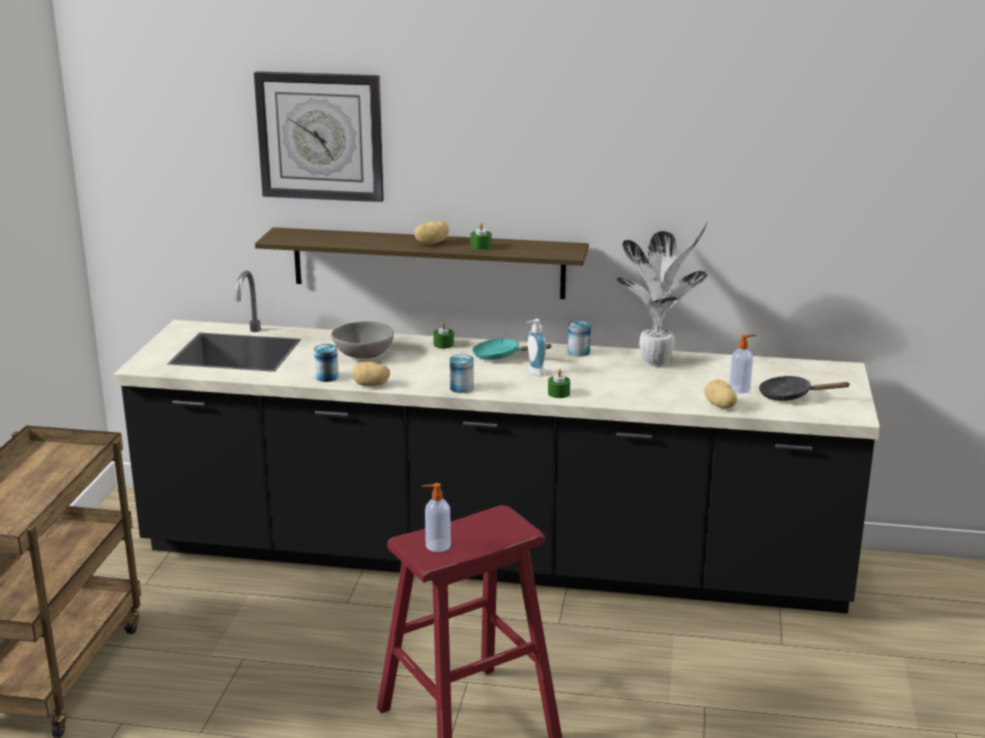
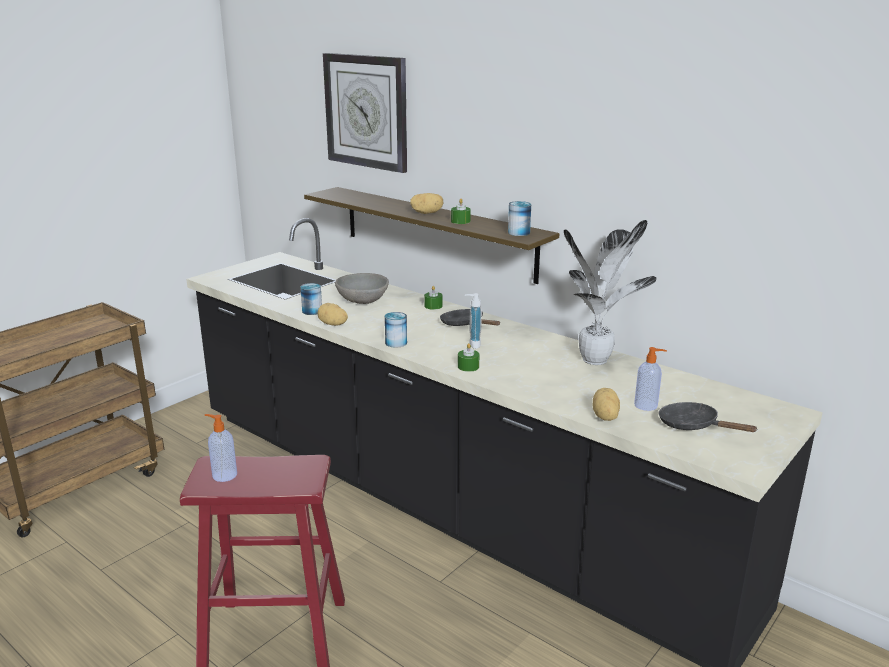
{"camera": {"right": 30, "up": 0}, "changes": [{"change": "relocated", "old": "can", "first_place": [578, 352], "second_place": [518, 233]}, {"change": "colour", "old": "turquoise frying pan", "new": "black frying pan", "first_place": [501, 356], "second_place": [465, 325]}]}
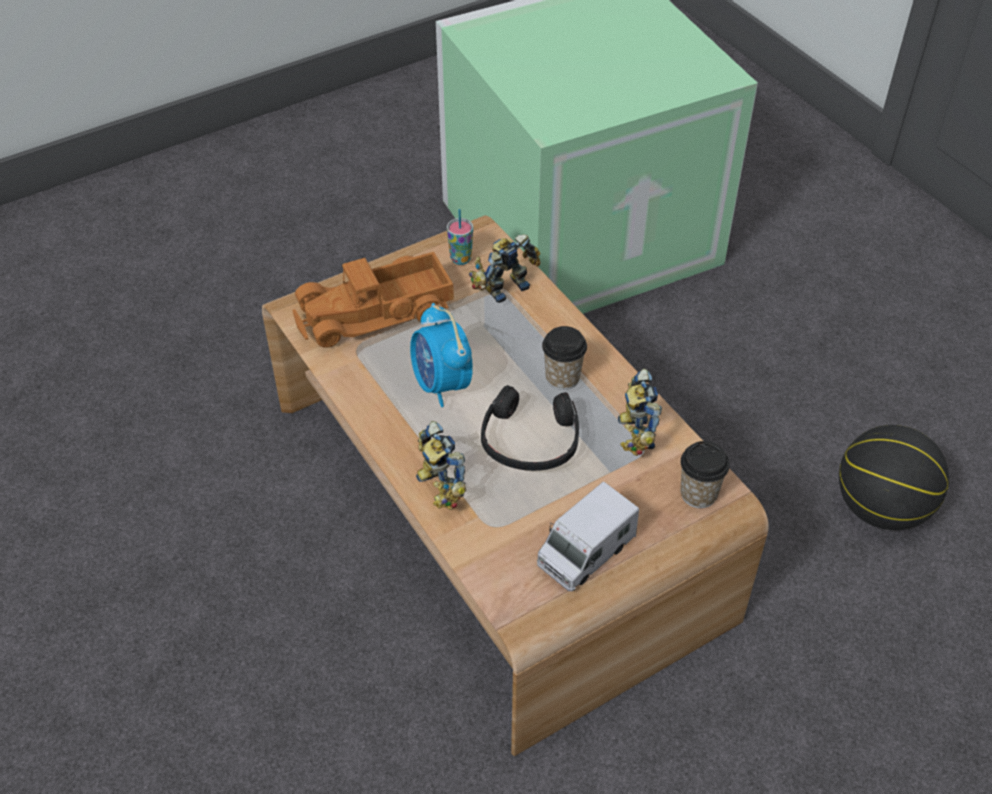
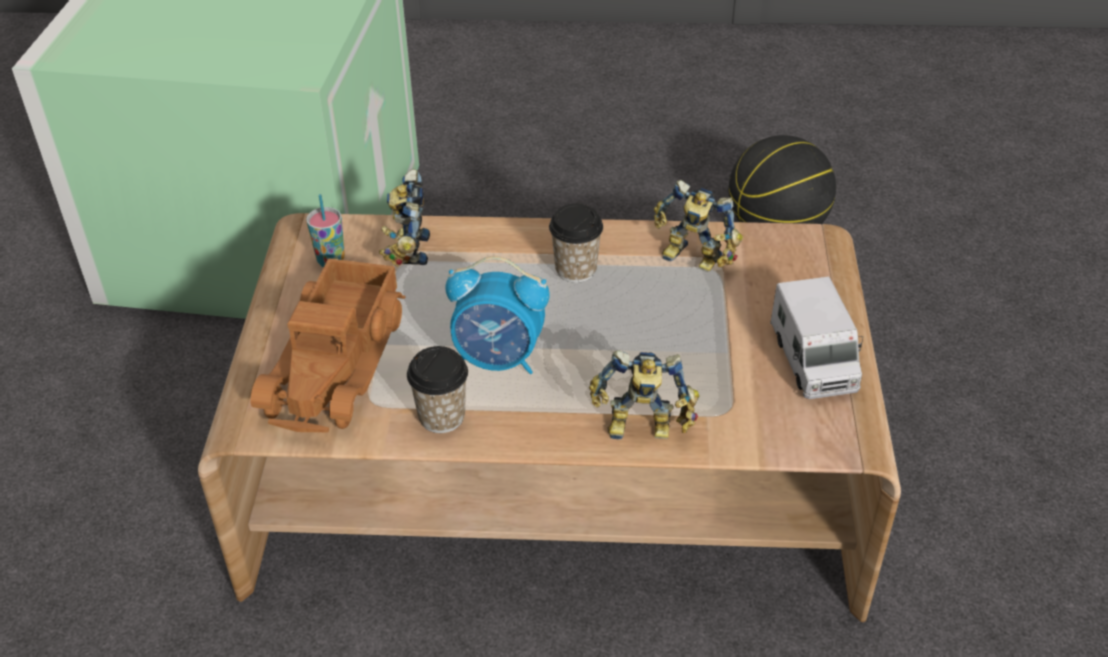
{"camera": {"right": -55, "up": -5}, "changes": [{"change": "missing", "old": "black headphones", "first_place": [530, 440]}, {"change": "relocated", "old": "cup", "first_place": [698, 494], "second_place": [442, 417]}]}
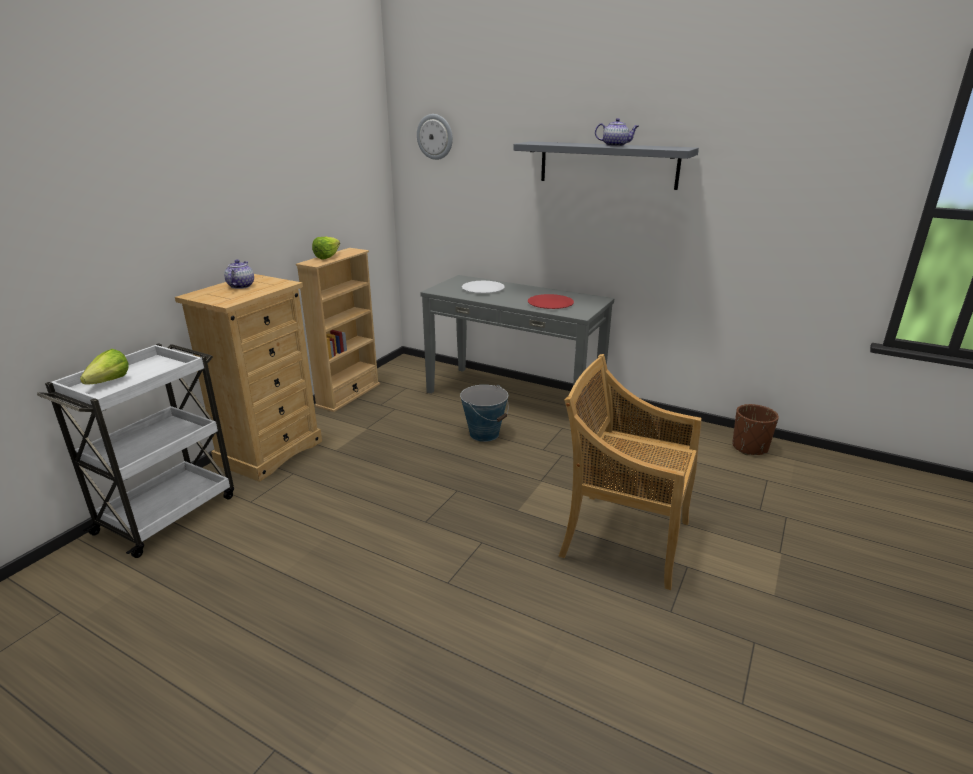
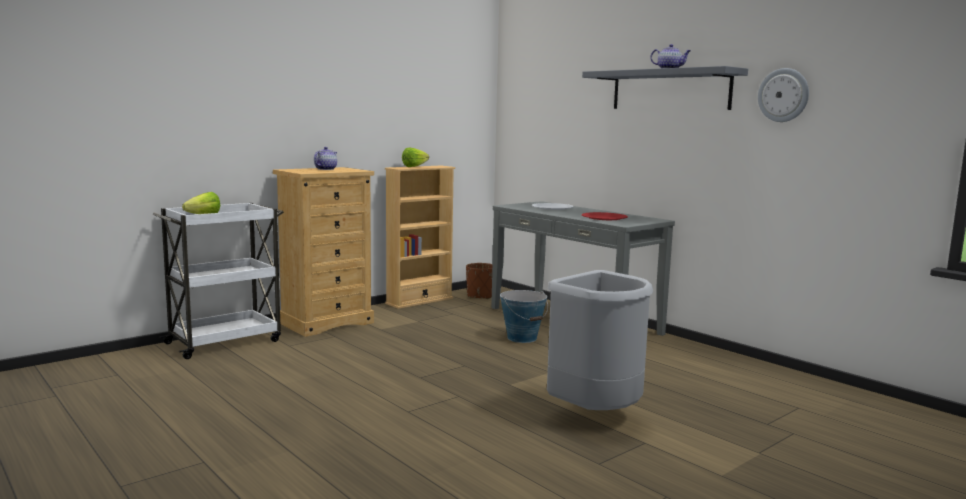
{"camera": {"right": 20, "up": -15}, "changes": [{"change": "relocated", "old": "wall clock", "first_place": [435, 137], "second_place": [783, 95]}, {"change": "exchanged", "old": "beige chair", "new": "grey trash can", "first_place": [623, 537], "second_place": [596, 415]}, {"change": "relocated", "old": "brown planter", "first_place": [749, 447], "second_place": [480, 296]}]}
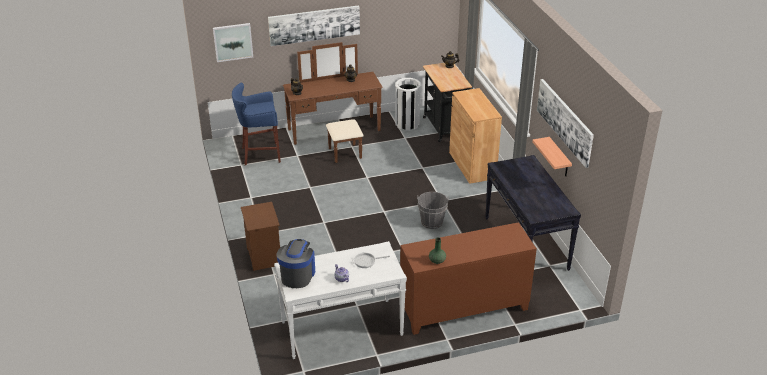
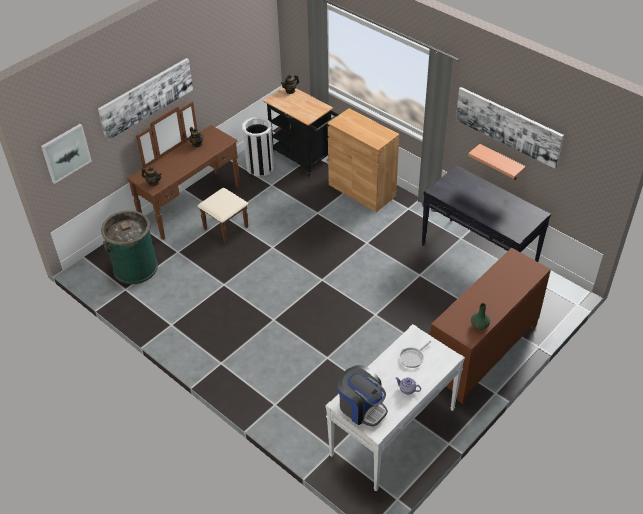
{"camera": {"right": -30, "up": 10}, "changes": [{"change": "exchanged", "old": "blue stool", "new": "green trash can", "first_place": [259, 154], "second_place": [135, 267]}, {"change": "missing", "old": "grey bucket", "first_place": [431, 222]}, {"change": "missing", "old": "brown nightstand", "first_place": [263, 256]}, {"change": "spun", "old": "coffee machine", "first_place": [297, 275], "second_place": [361, 407], "degrees": 150}]}
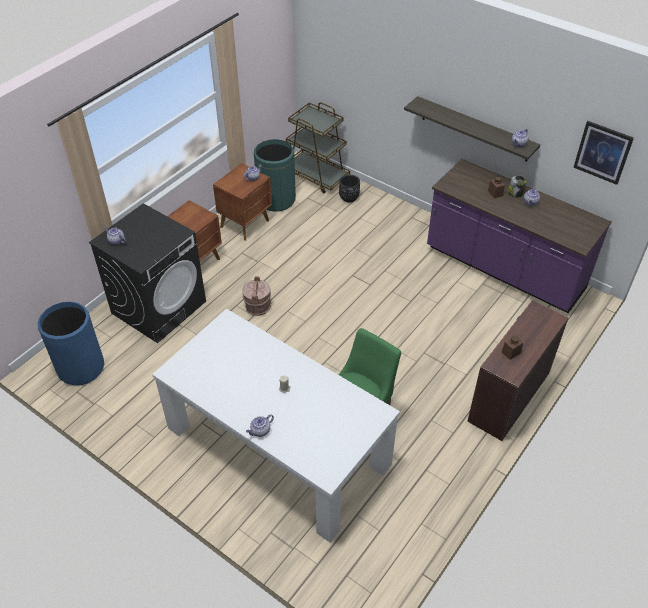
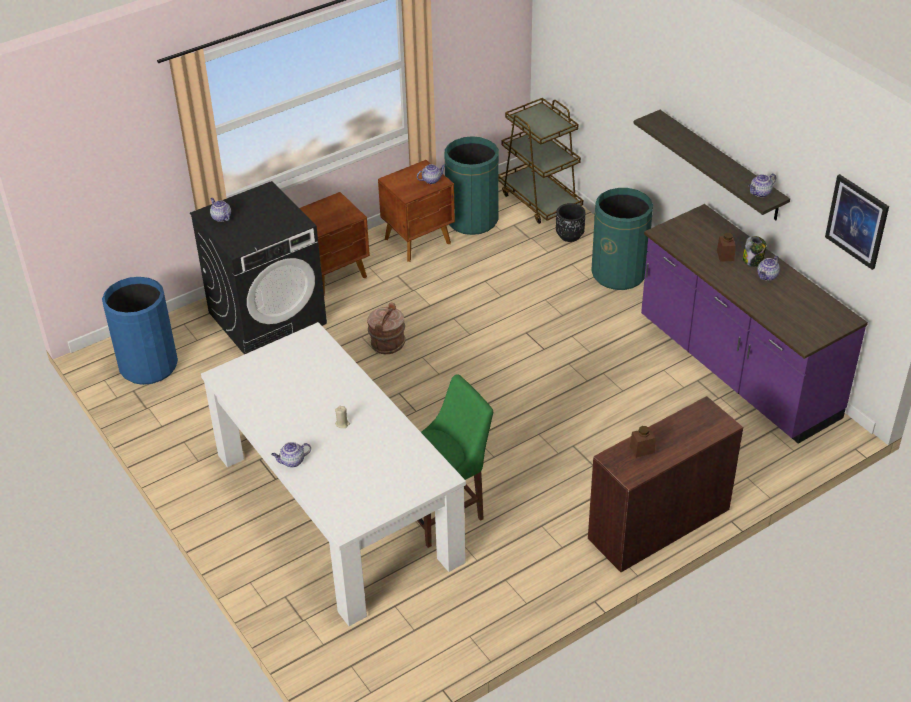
{"camera": {"right": 20, "up": -5}, "changes": [{"change": "appeared", "new": "green trash can", "second_place": [619, 273]}]}
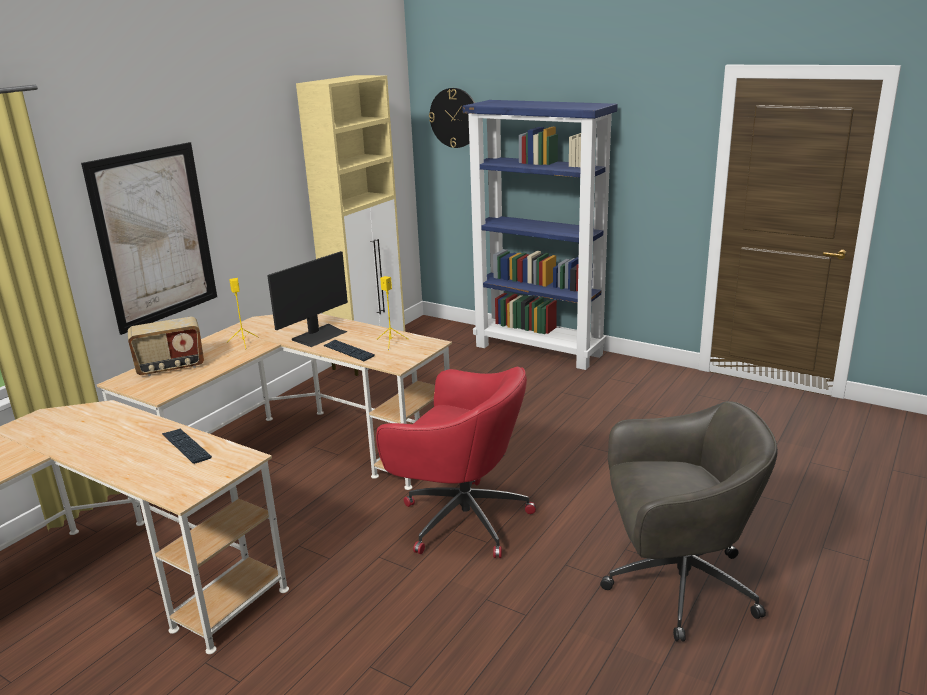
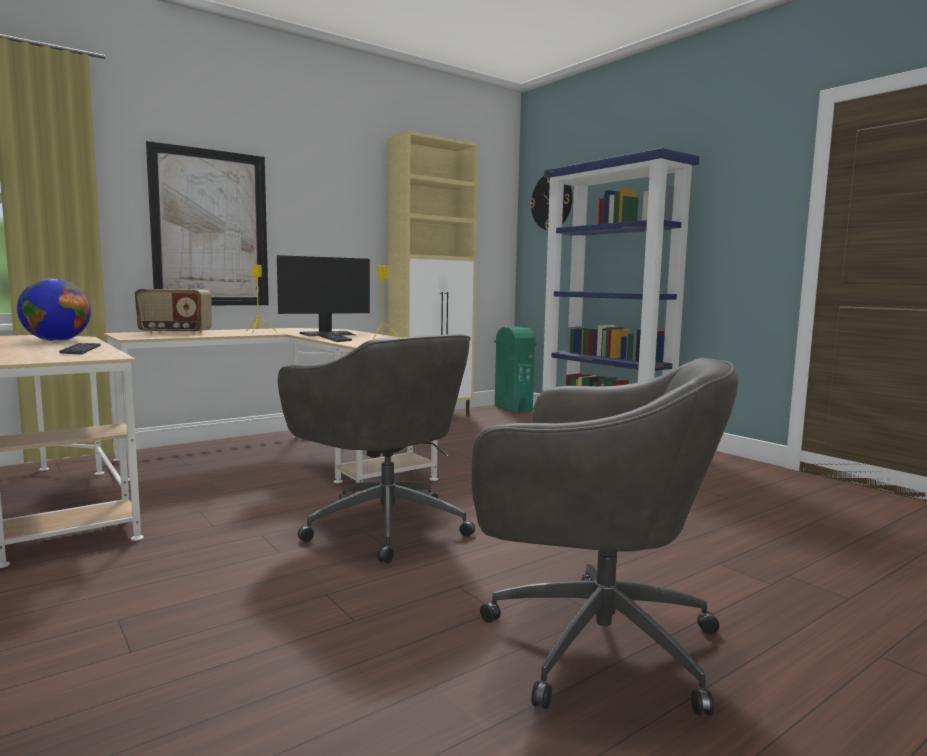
{"camera": {"right": 20, "up": -15}, "changes": [{"change": "colour", "old": "red office chair", "new": "grey office chair", "first_place": [461, 519], "second_place": [383, 525]}, {"change": "appeared", "new": "globe", "second_place": [57, 340]}, {"change": "appeared", "new": "green trash can", "second_place": [513, 409]}]}
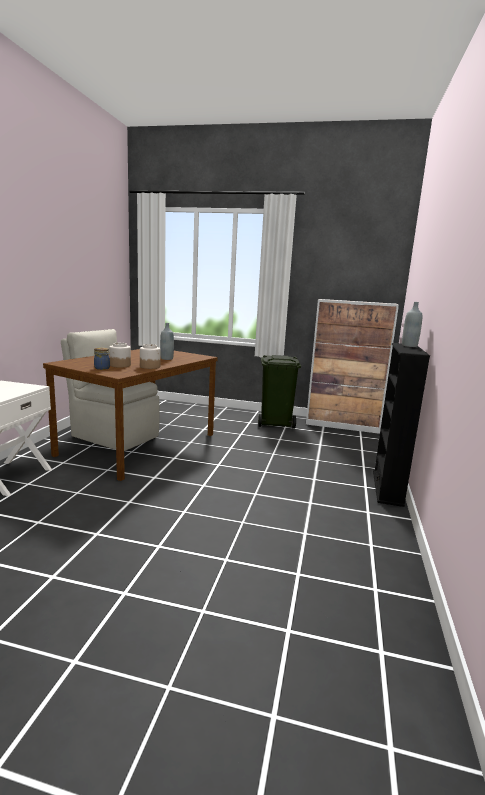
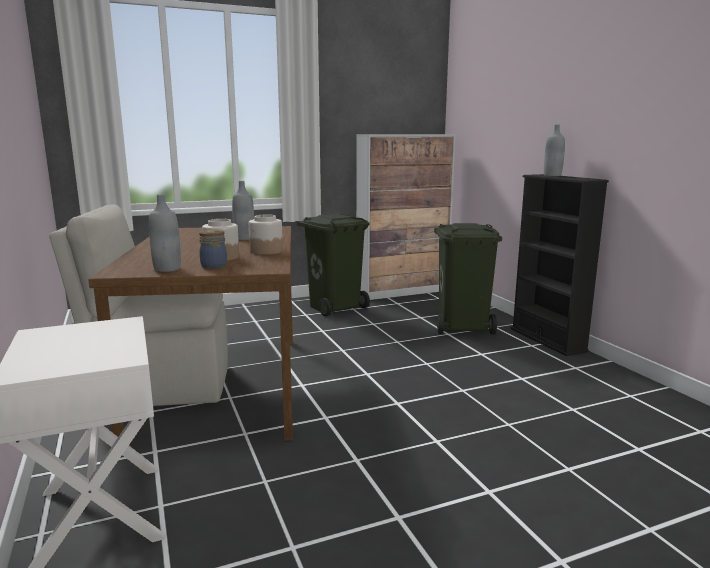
{"camera": {"right": -35, "up": 0}, "changes": [{"change": "appeared", "new": "grey bottle", "second_place": [167, 269]}, {"change": "appeared", "new": "green trash can", "second_place": [463, 326]}]}
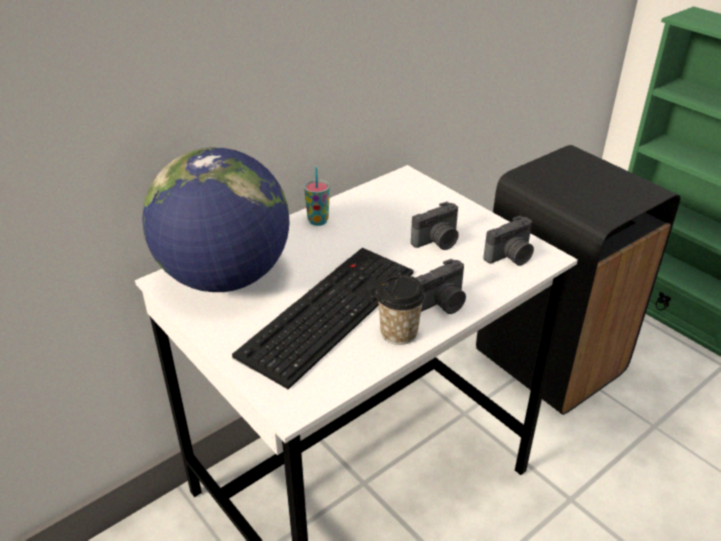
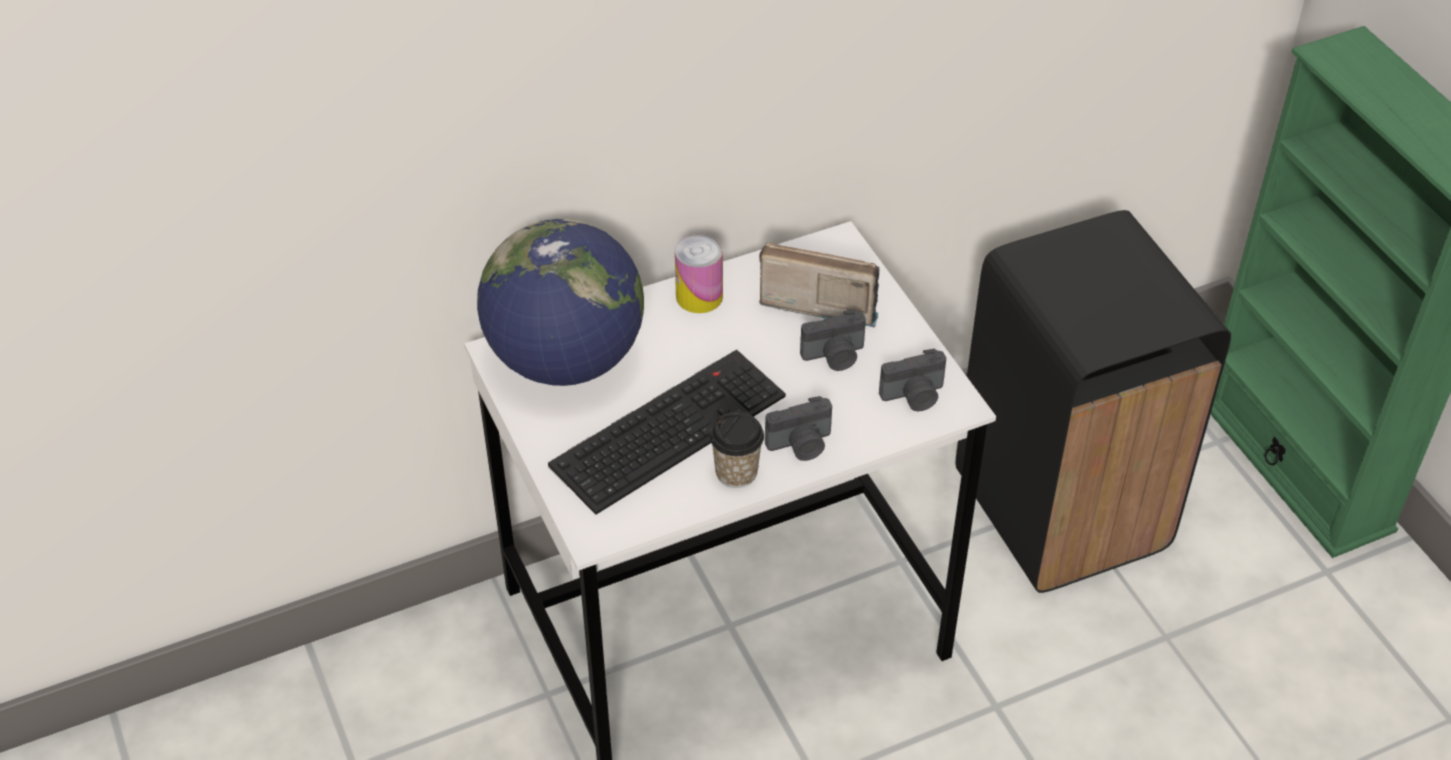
{"camera": {"right": 15, "up": 10}, "changes": [{"change": "exchanged", "old": "cup", "new": "can", "first_place": [318, 221], "second_place": [699, 296]}, {"change": "appeared", "new": "radio", "second_place": [818, 299]}]}
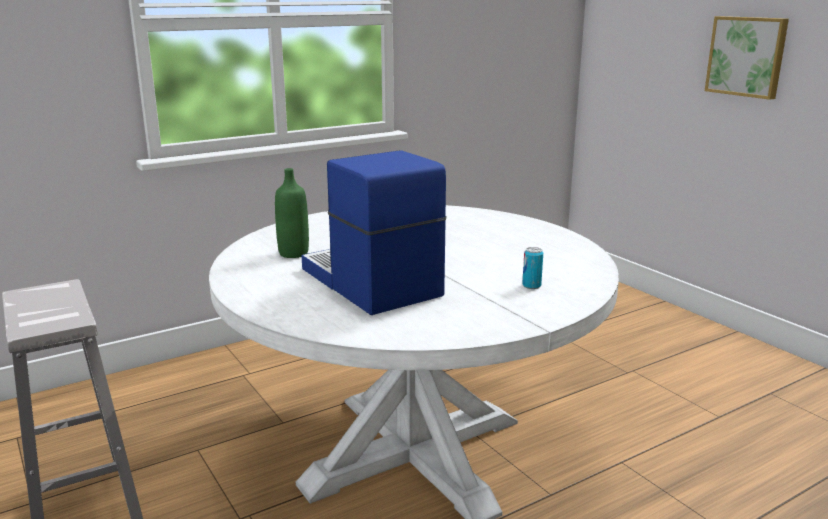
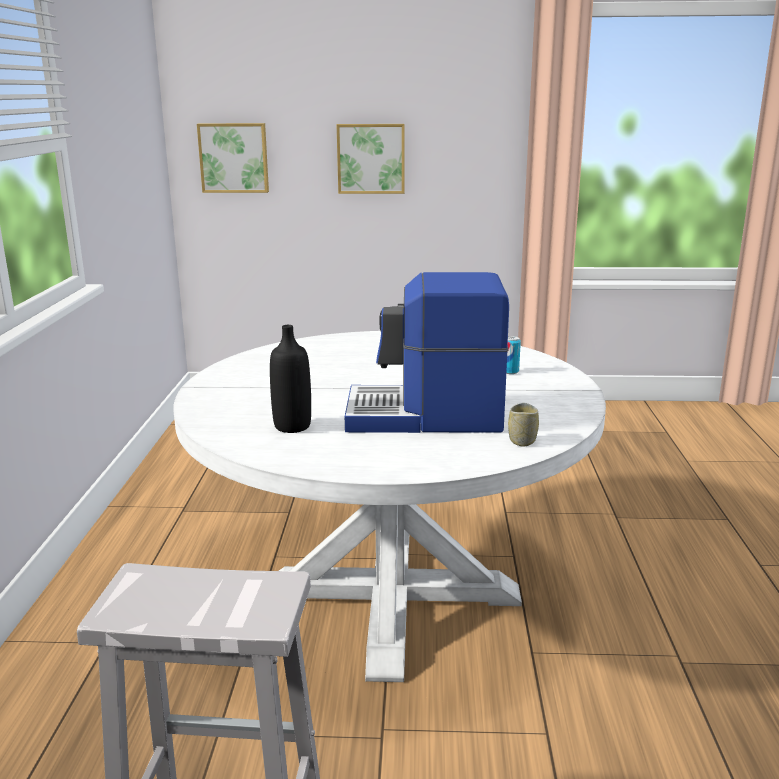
{"camera": {"right": -55, "up": 0}, "changes": [{"change": "colour", "old": "green bottle", "new": "black bottle", "first_place": [293, 253], "second_place": [292, 426]}, {"change": "appeared", "new": "picture", "second_place": [234, 158]}, {"change": "appeared", "new": "cup", "second_place": [522, 441]}]}
